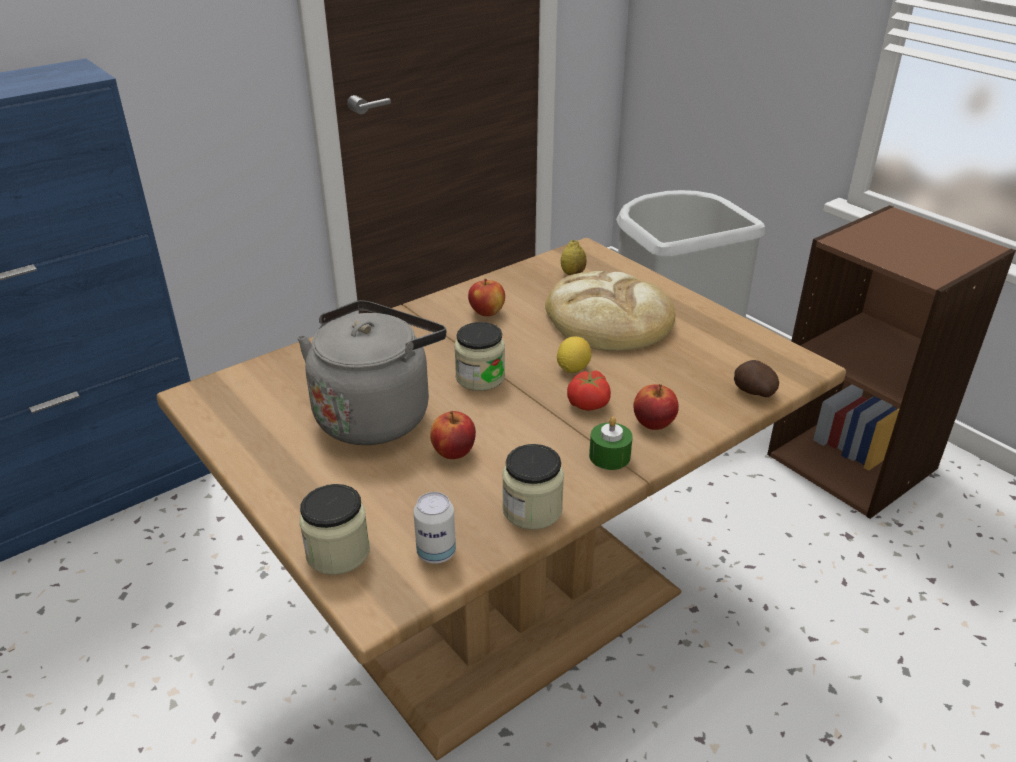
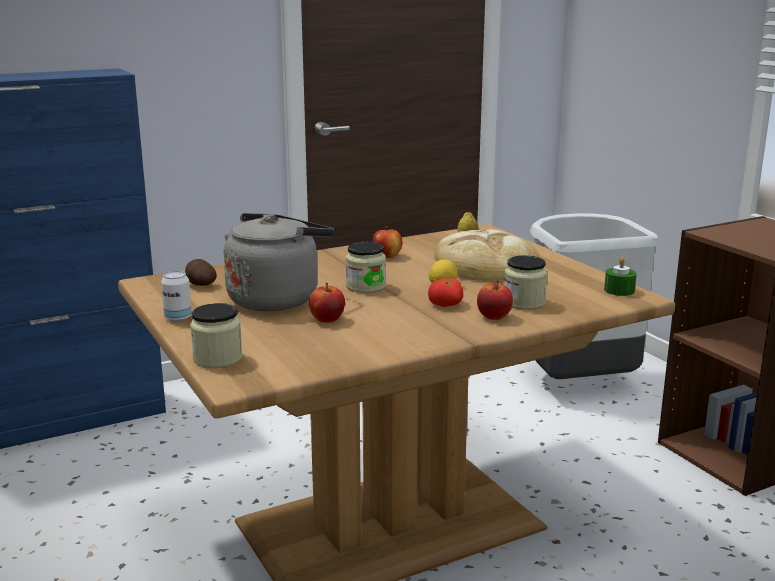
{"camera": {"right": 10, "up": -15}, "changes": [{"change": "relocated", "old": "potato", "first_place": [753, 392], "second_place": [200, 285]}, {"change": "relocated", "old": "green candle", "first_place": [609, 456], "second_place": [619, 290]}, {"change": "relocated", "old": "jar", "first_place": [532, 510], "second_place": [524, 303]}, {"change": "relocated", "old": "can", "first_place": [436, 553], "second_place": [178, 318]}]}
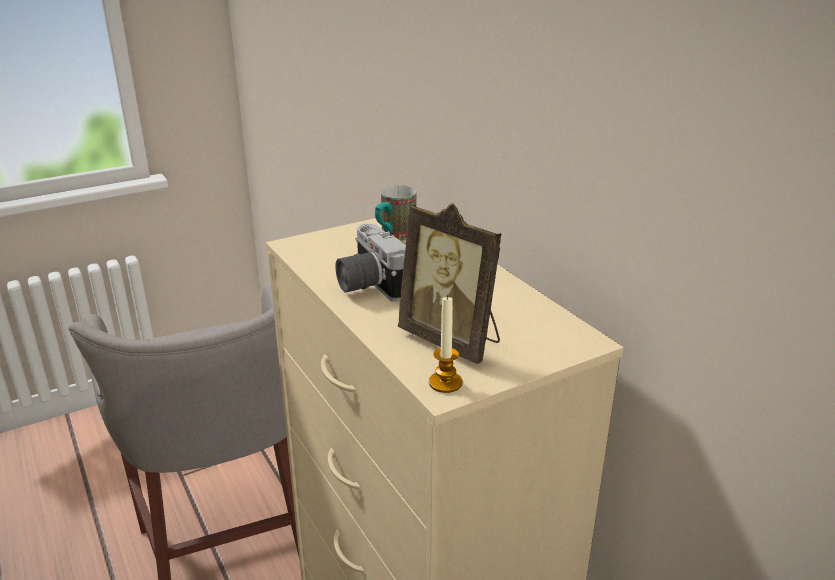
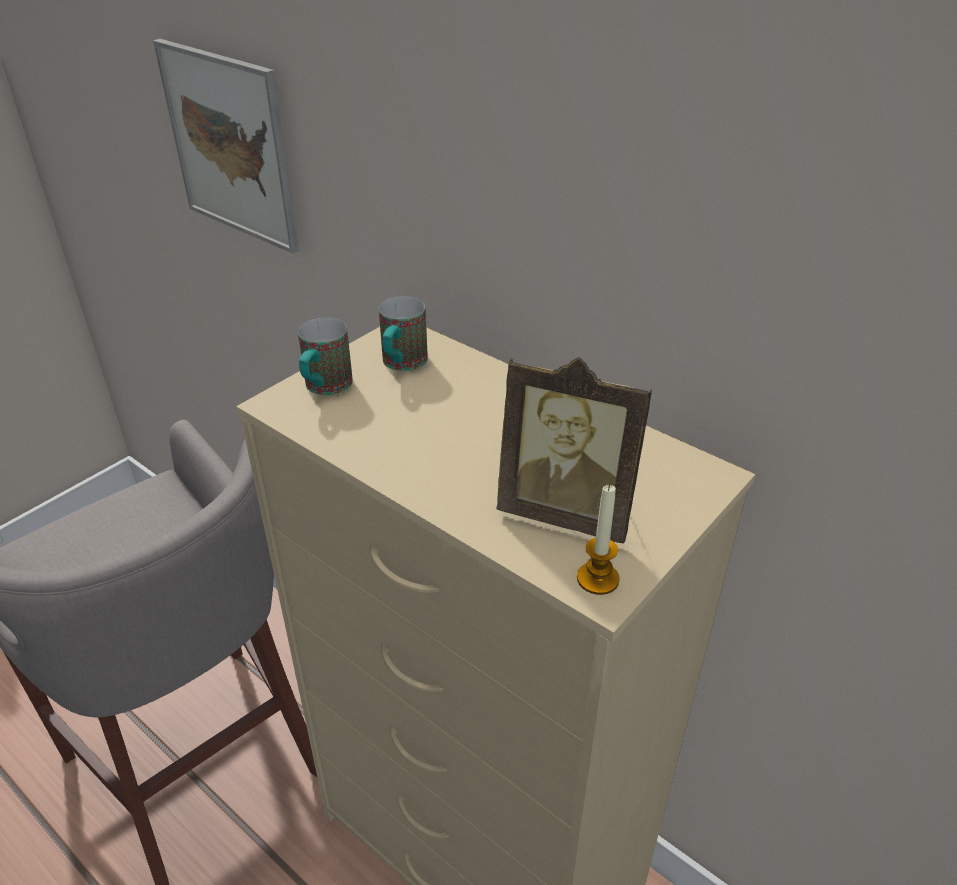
{"camera": {"right": -20, "up": 10}, "changes": [{"change": "missing", "old": "photo camera", "first_place": [368, 285]}, {"change": "appeared", "new": "picture", "second_place": [230, 146]}, {"change": "appeared", "new": "mug", "second_place": [324, 388]}]}
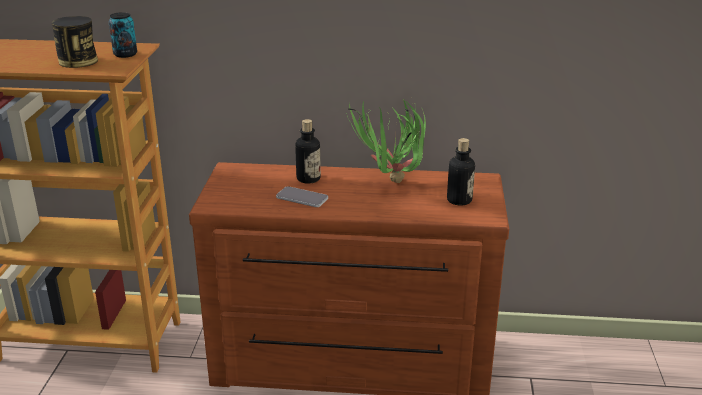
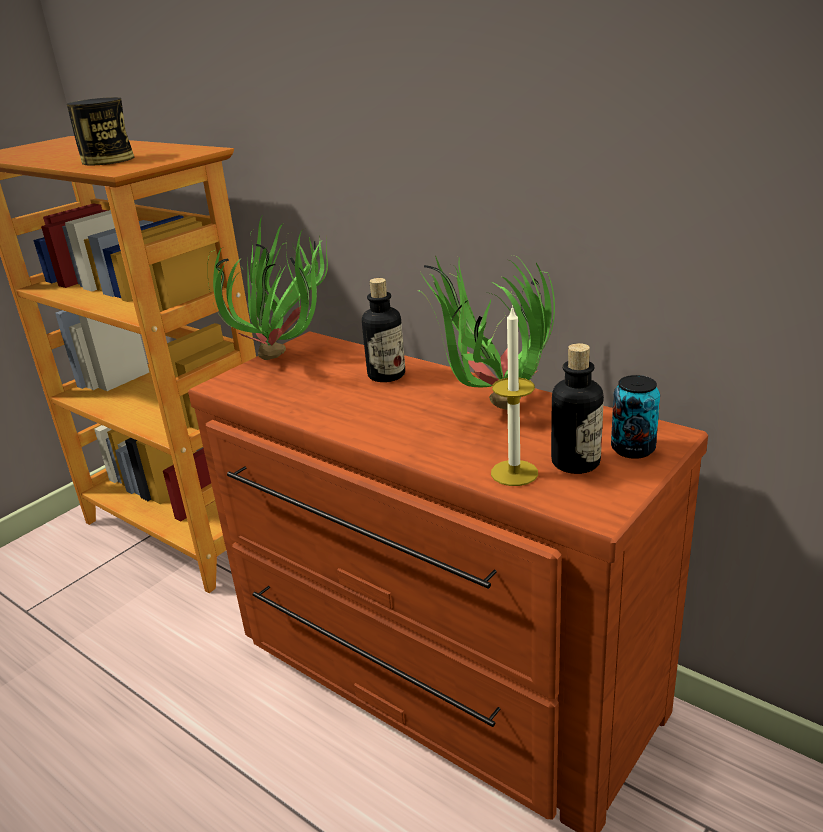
{"camera": {"right": 35, "up": 0}, "changes": [{"change": "relocated", "old": "can", "first_place": [125, 54], "second_place": [633, 449]}, {"change": "missing", "old": "phone", "first_place": [302, 198]}, {"change": "appeared", "new": "potted plant", "second_place": [287, 359]}, {"change": "appeared", "new": "candle", "second_place": [514, 473]}]}
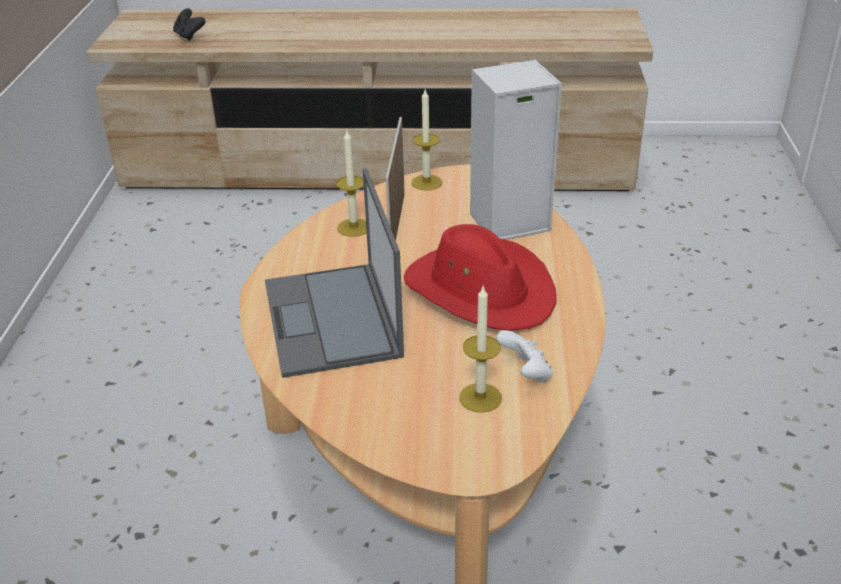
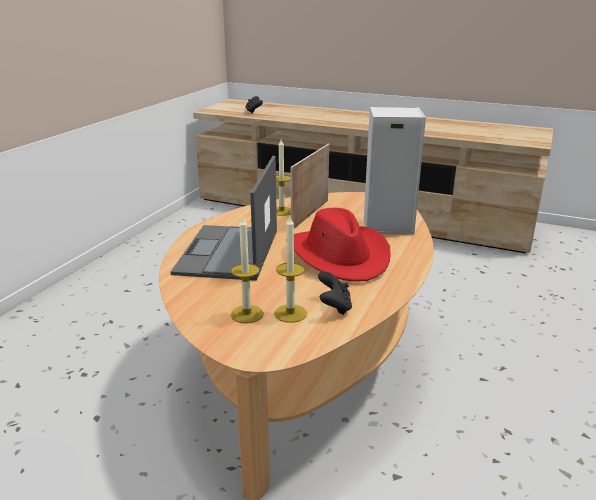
{"camera": {"right": 20, "up": -10}, "changes": [{"change": "relocated", "old": "candle", "first_place": [426, 182], "second_place": [247, 314]}, {"change": "colour", "old": "white game controller", "new": "black game controller", "first_place": [526, 373], "second_place": [334, 307]}]}
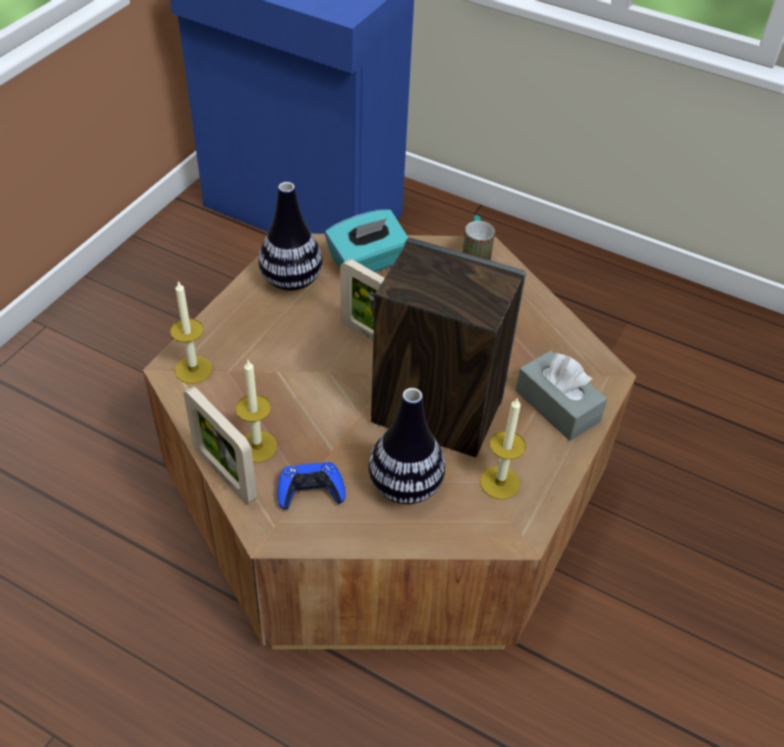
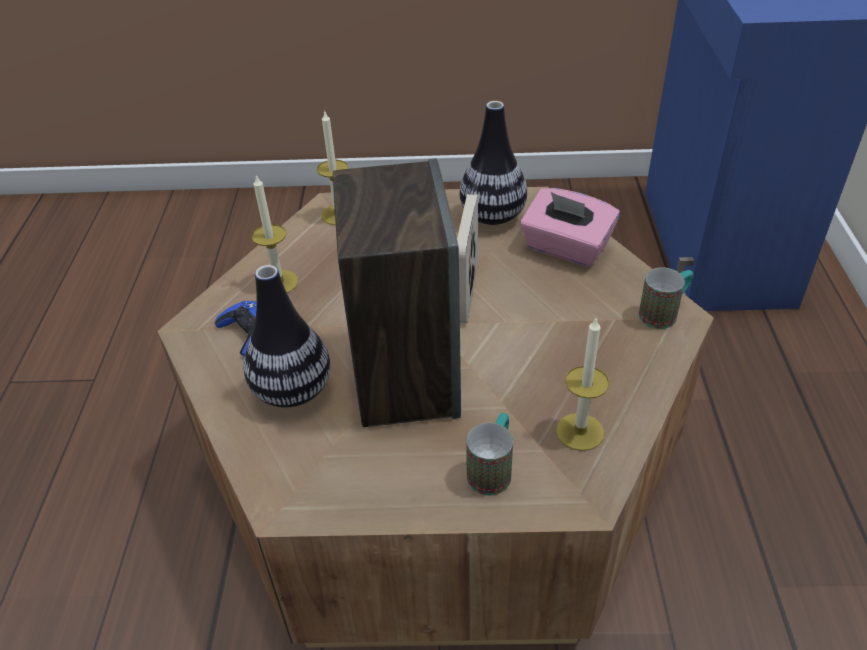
{"camera": {"right": 65, "up": -5}, "changes": [{"change": "colour", "old": "turquoise tissue box", "new": "pink tissue box", "first_place": [367, 262], "second_place": [566, 248]}, {"change": "exchanged", "old": "grey tissue box", "new": "mug", "first_place": [557, 406], "second_place": [492, 469]}, {"change": "missing", "old": "picture frame", "first_place": [225, 475]}, {"change": "relocated", "old": "candle", "first_place": [500, 482], "second_place": [580, 431]}]}
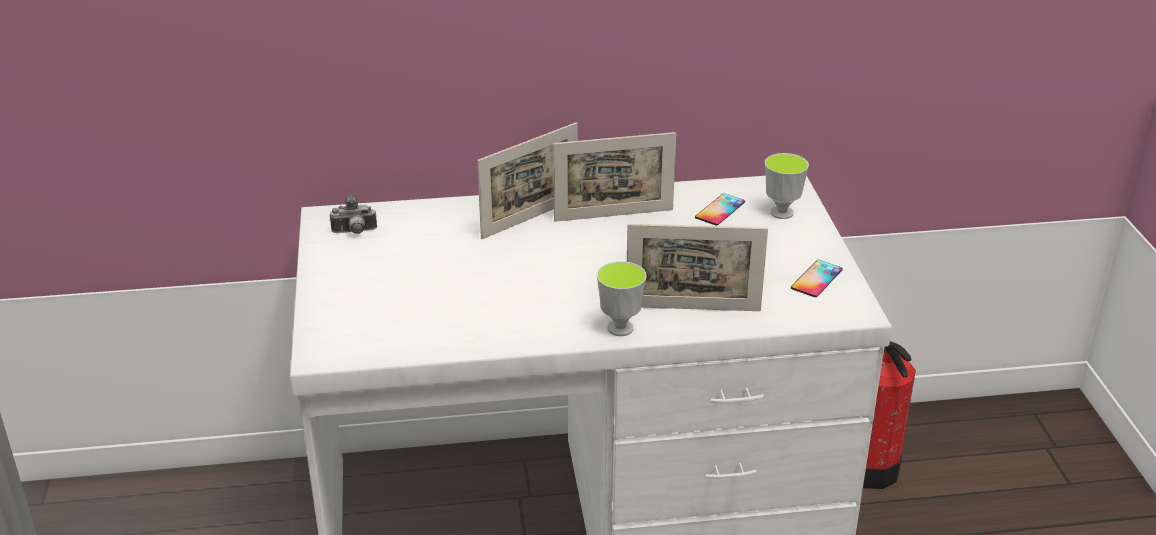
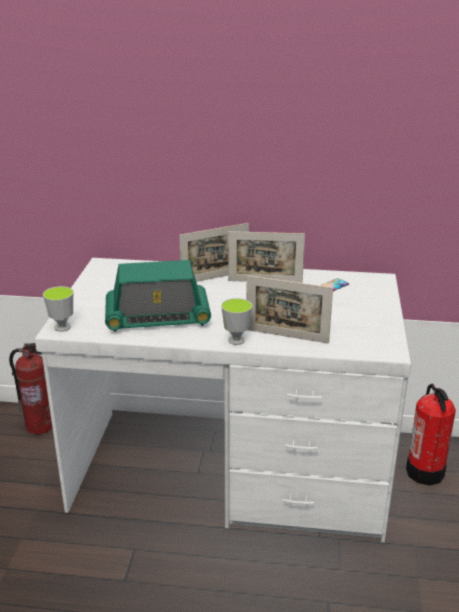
{"camera": {"right": 15, "up": -5}, "changes": [{"change": "relocated", "old": "cup", "first_place": [781, 213], "second_place": [62, 327]}, {"change": "missing", "old": "photo camera", "first_place": [354, 232]}, {"change": "missing", "old": "phone", "first_place": [816, 279]}, {"change": "appeared", "new": "radio", "second_place": [158, 318]}, {"change": "appeared", "new": "fire extinguisher", "second_place": [40, 426]}]}
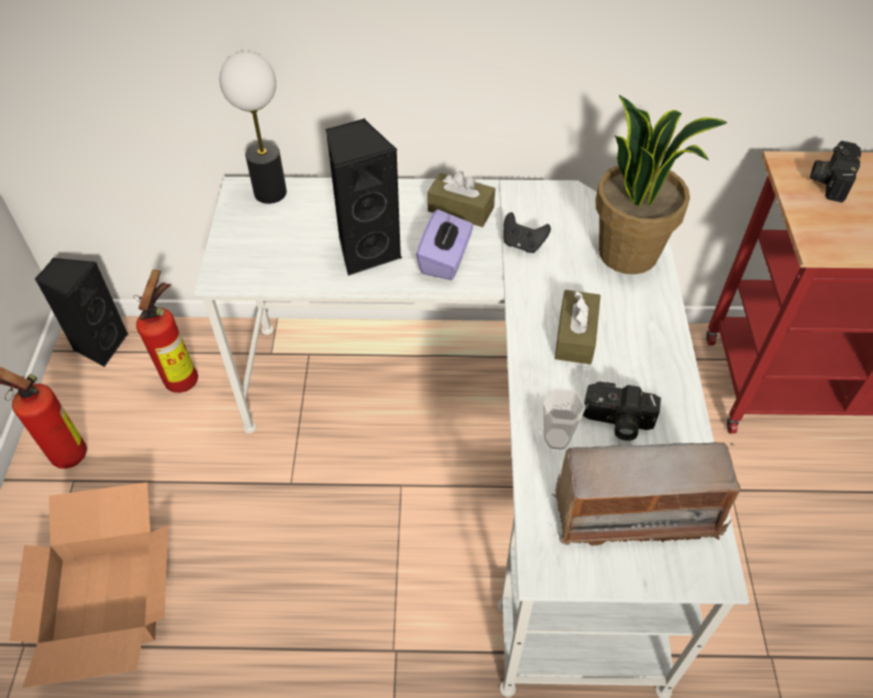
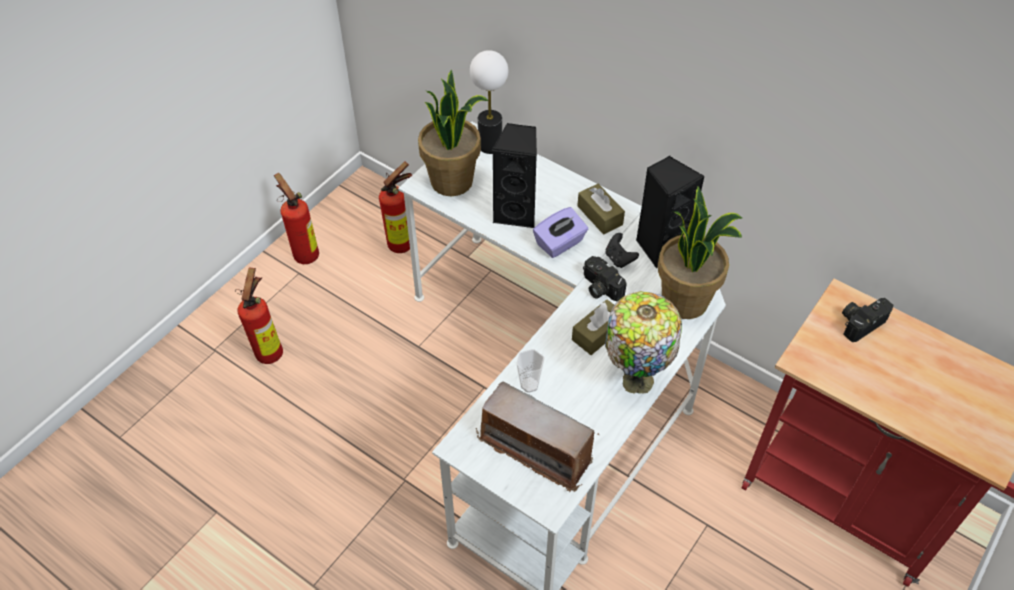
{"camera": {"right": 35, "up": 0}, "changes": [{"change": "relocated", "old": "black speaker", "first_place": [100, 345], "second_place": [660, 246]}, {"change": "relocated", "old": "photo camera", "first_place": [617, 422], "second_place": [599, 287]}, {"change": "exchanged", "old": "cardboard box", "new": "fire extinguisher", "first_place": [105, 597], "second_place": [271, 350]}, {"change": "appeared", "new": "potted plant", "second_place": [453, 181]}, {"change": "appeared", "new": "table lamp", "second_place": [636, 378]}]}
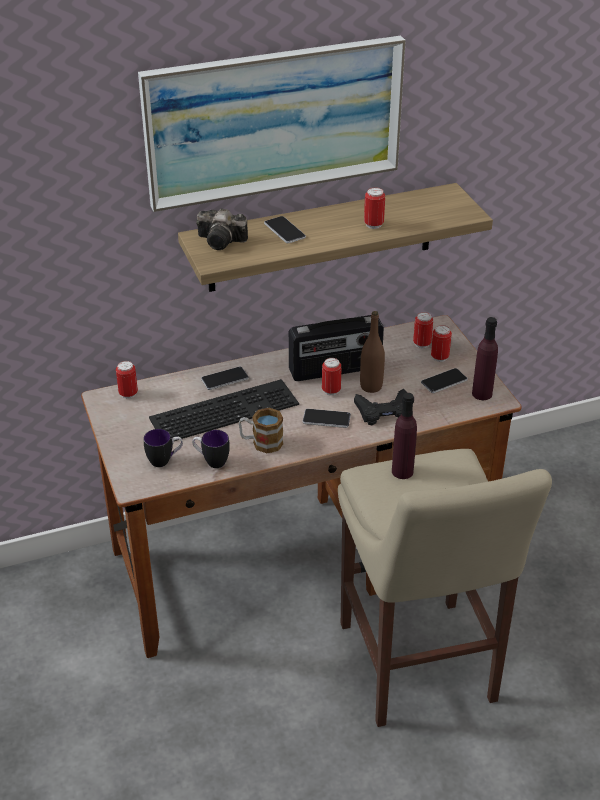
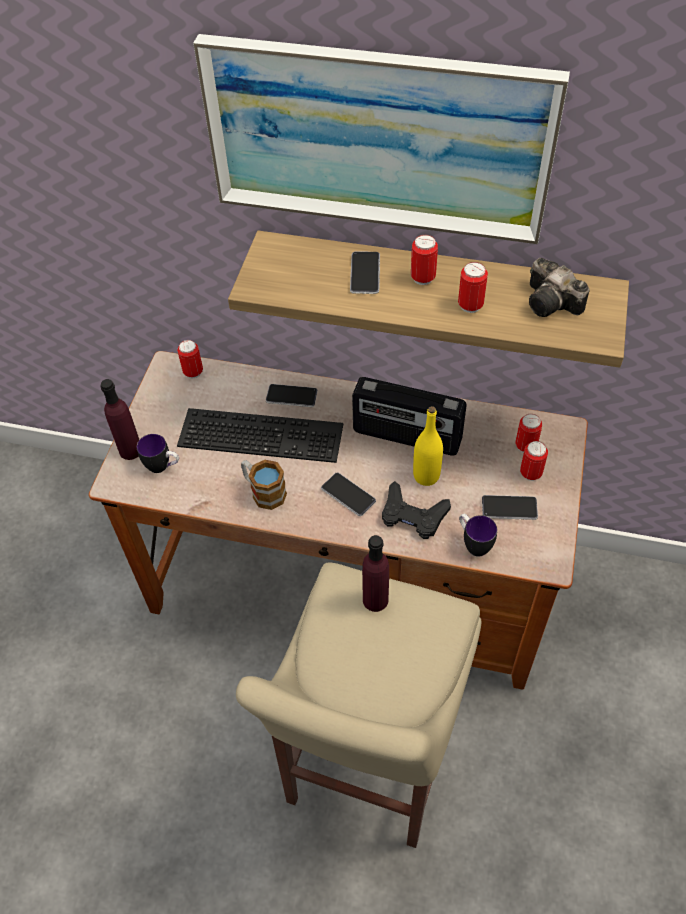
{"camera": {"right": 35, "up": 15}, "changes": [{"change": "relocated", "old": "photo camera", "first_place": [223, 241], "second_place": [553, 304]}, {"change": "colour", "old": "brown bottle", "new": "yellow bottle", "first_place": [371, 386], "second_place": [426, 476]}, {"change": "relocated", "old": "purple bottle", "first_place": [482, 394], "second_place": [130, 450]}, {"change": "relocated", "old": "can", "first_place": [331, 391], "second_place": [423, 278]}, {"change": "relocated", "old": "mug", "first_place": [211, 461], "second_place": [473, 543]}]}
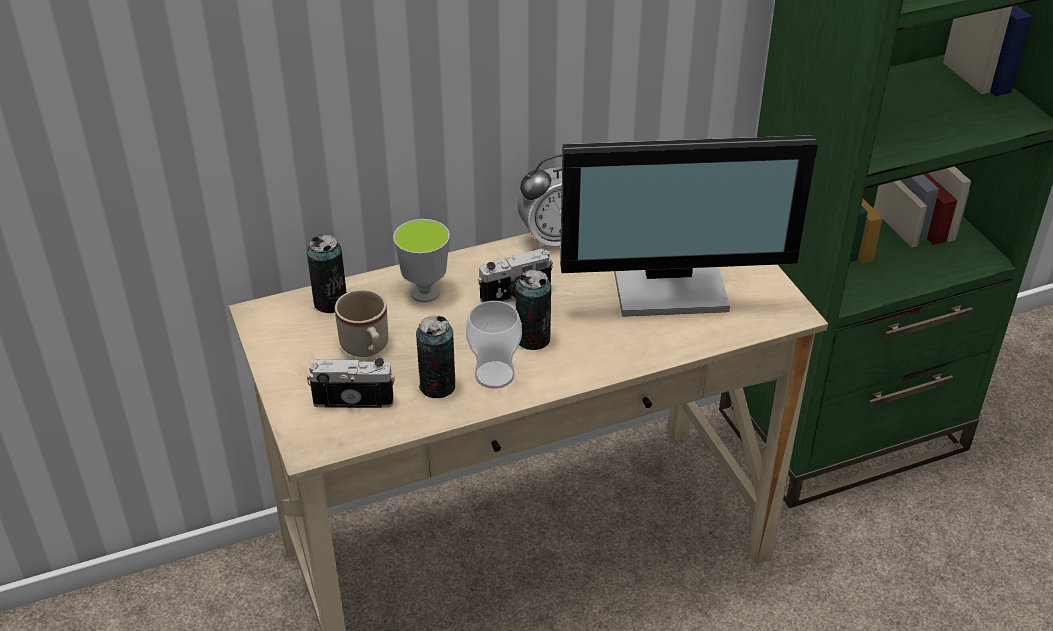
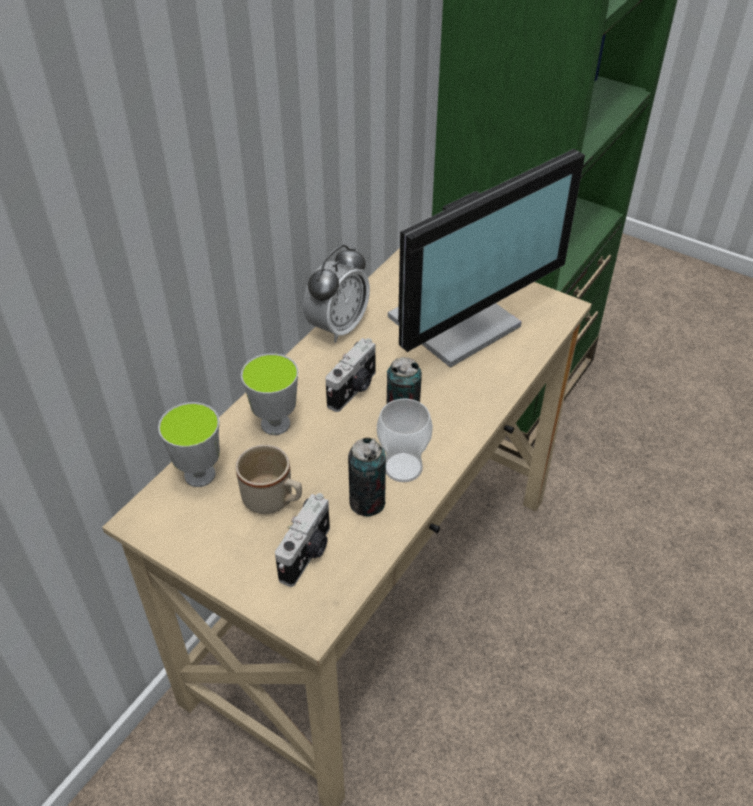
{"camera": {"right": -35, "up": 5}, "changes": [{"change": "exchanged", "old": "can", "new": "cup", "first_place": [330, 303], "second_place": [200, 475]}, {"change": "spun", "old": "photo camera", "first_place": [353, 399], "second_place": [307, 554], "degrees": 150}]}
